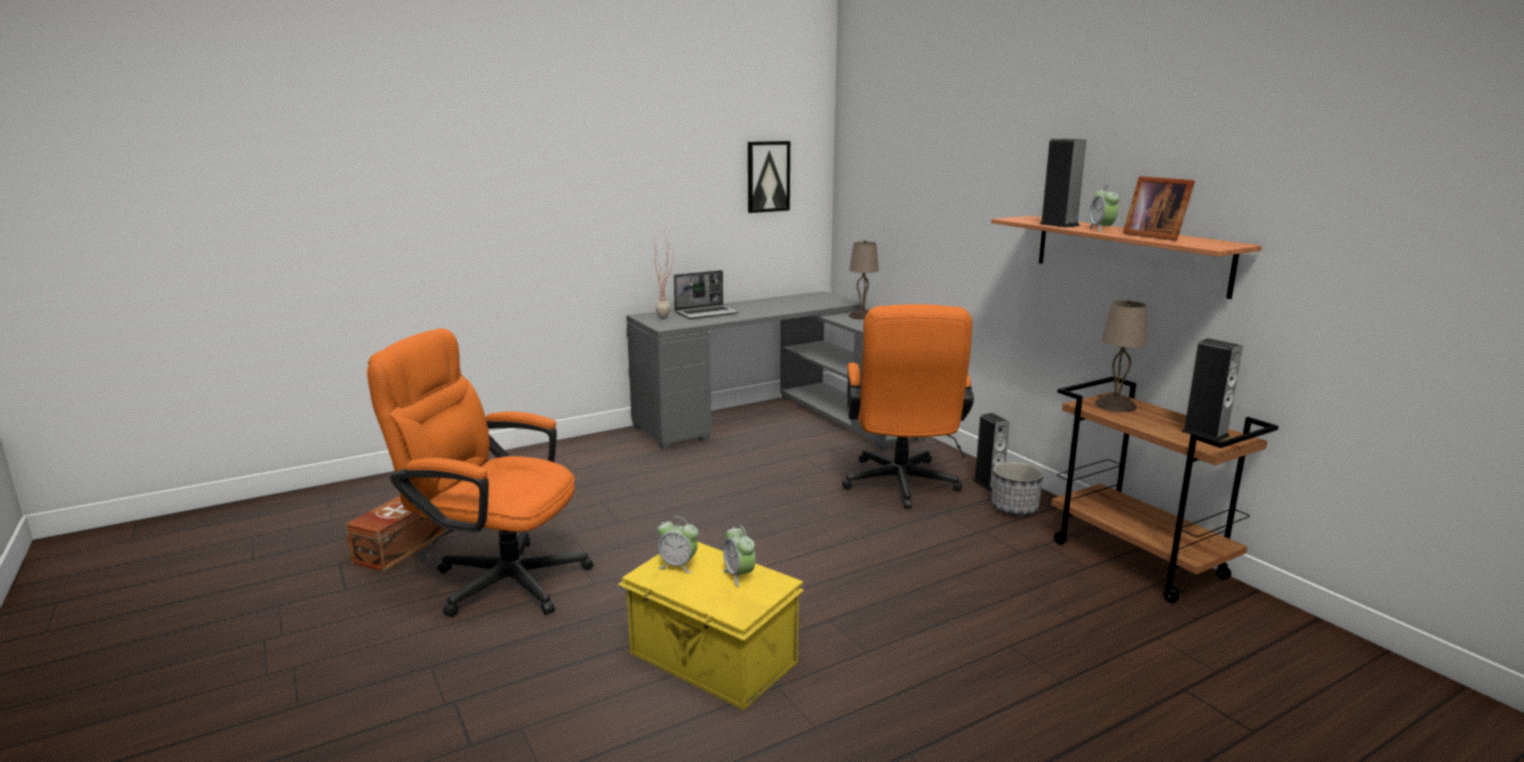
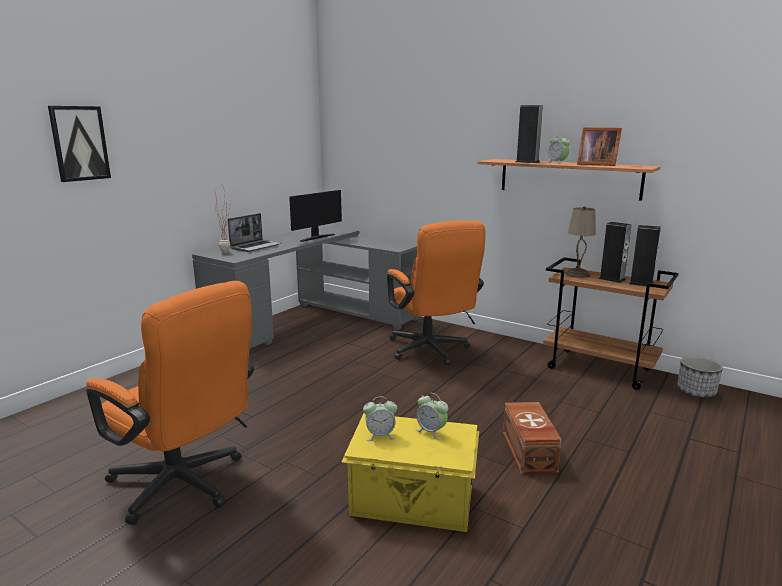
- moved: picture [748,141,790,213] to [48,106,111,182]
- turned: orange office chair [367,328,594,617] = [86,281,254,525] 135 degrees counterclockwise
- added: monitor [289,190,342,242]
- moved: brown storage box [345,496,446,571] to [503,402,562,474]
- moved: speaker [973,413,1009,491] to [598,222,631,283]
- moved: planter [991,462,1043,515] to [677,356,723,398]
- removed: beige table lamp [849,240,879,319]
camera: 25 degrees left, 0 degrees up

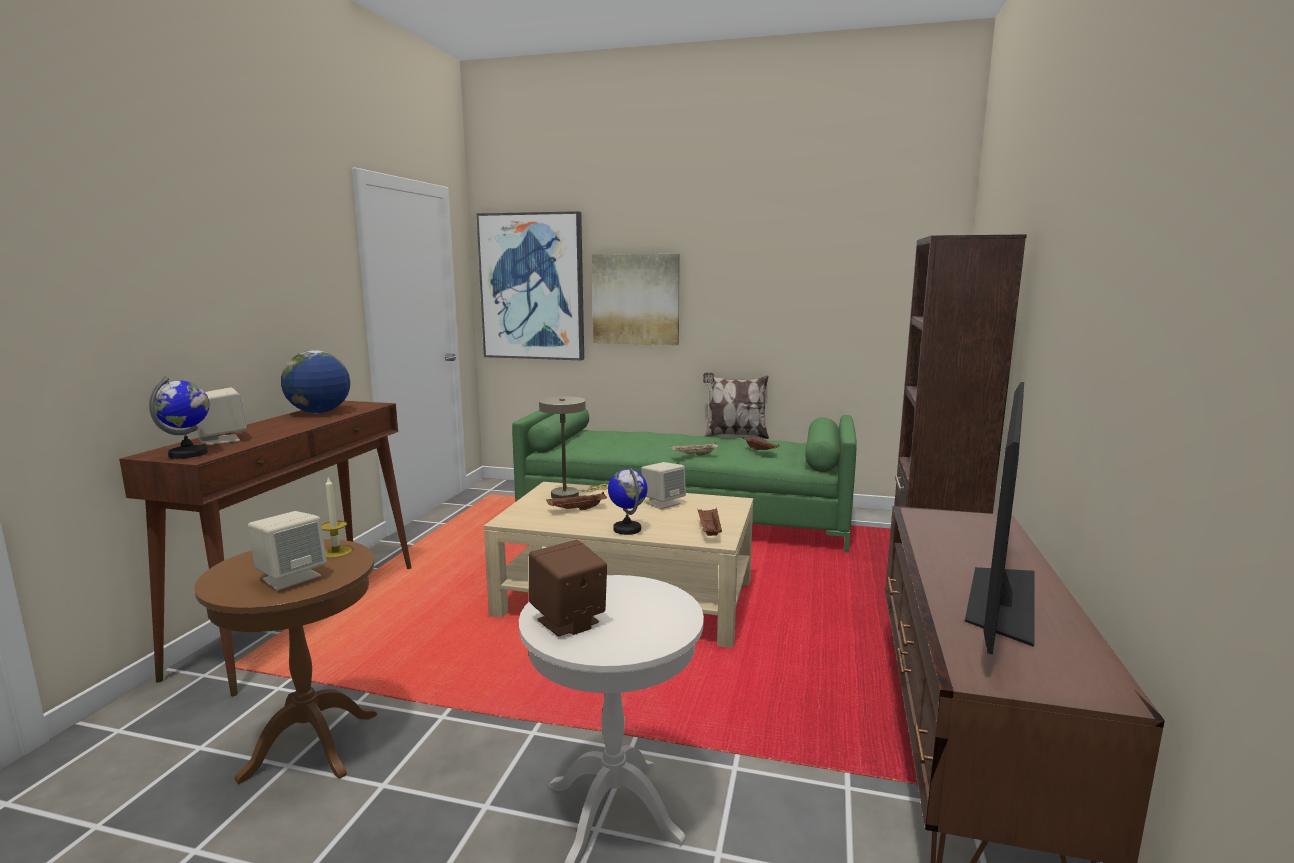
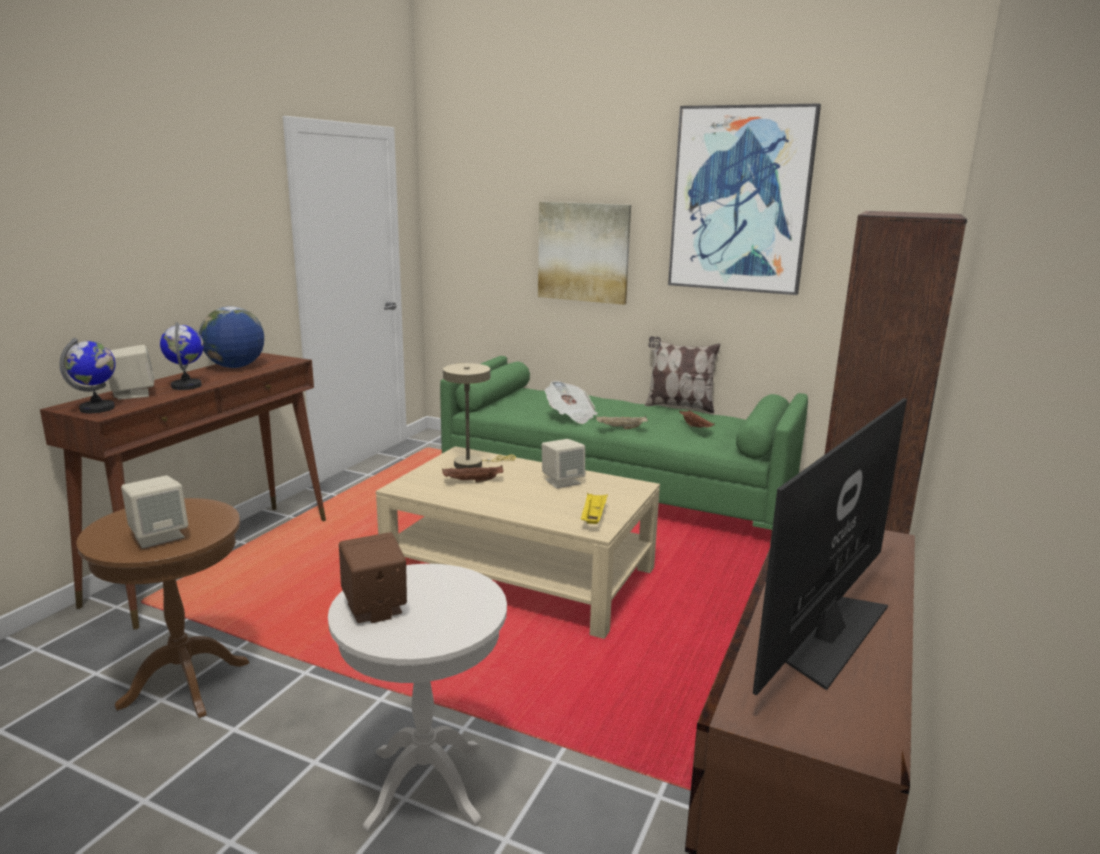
- moved: globe [608,467,648,535] to [160,322,204,390]
- added: newspaper [545,381,598,424]
- recoloured: brown tray [698,508,722,536] to yellow tray [581,492,608,524]
- moved: picture [476,211,584,360] to [668,103,821,295]
- removed: candle [321,478,352,558]
camera: 10 degrees right, 5 degrees up

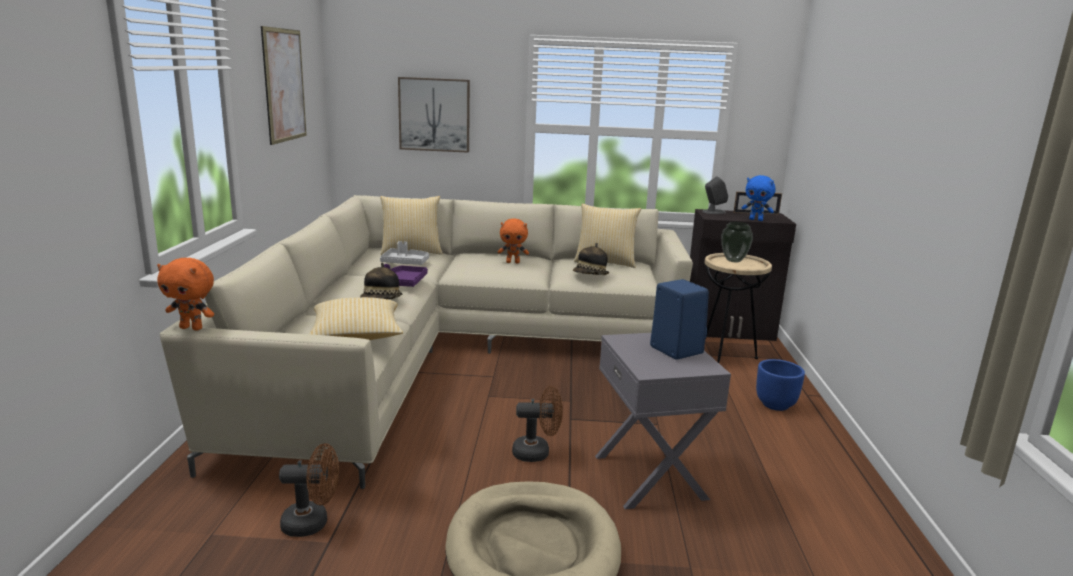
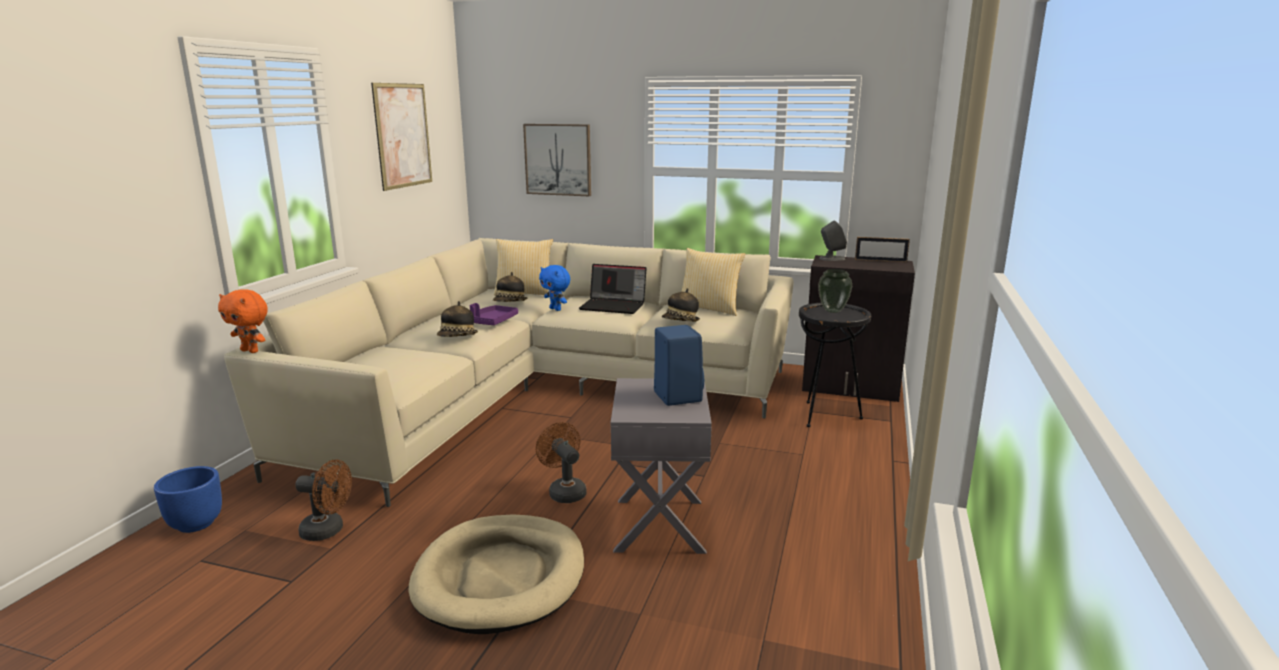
- moved: blue planter [756,359,805,411] to [154,466,222,533]
- replaced: grey tray [380,241,429,265] to hat [493,272,527,302]
- turned: brown fan [512,386,563,462] = [536,422,587,503] 135 degrees counterclockwise
- moved: blue plush toy [742,175,776,221] to [539,265,570,311]
- replaced: orange plush toy [498,218,529,263] to laptop [579,264,647,314]
- recoloured: beige side table [704,253,772,363] to black side table [799,303,871,427]
- removed: pillow [309,297,403,340]
camera: 15 degrees right, 0 degrees up

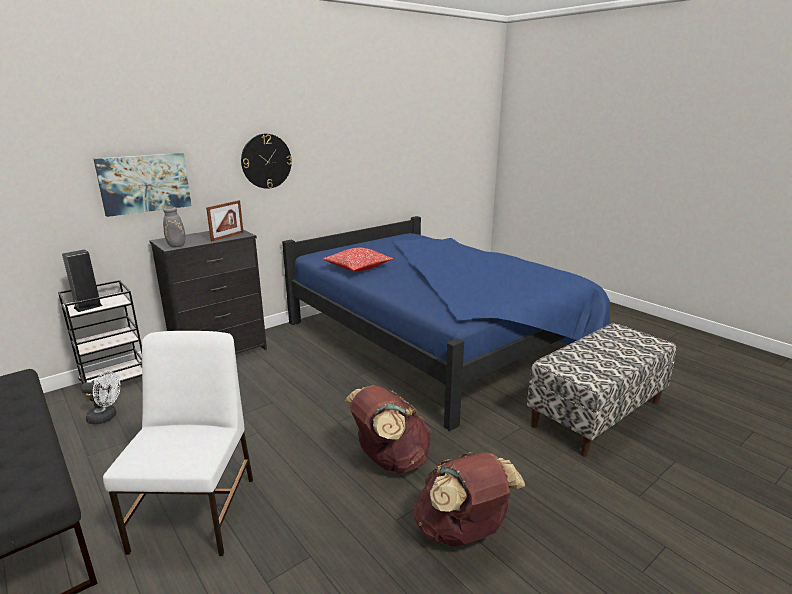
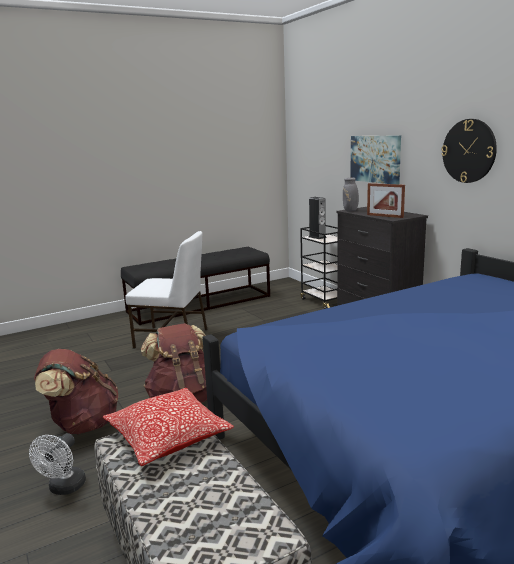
- moved: white fan [81,371,121,424] to [29,433,86,495]
- moved: pillow [323,248,393,271] to [103,388,234,466]
camera: 100 degrees right, 5 degrees down

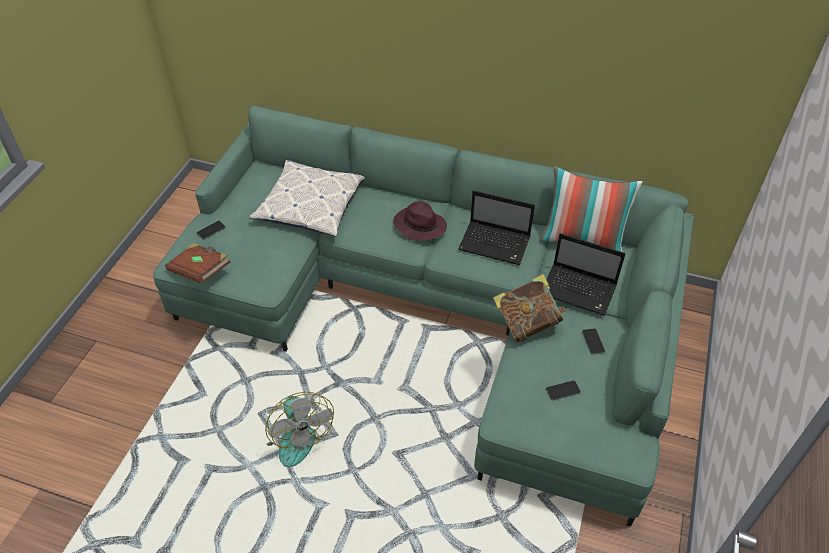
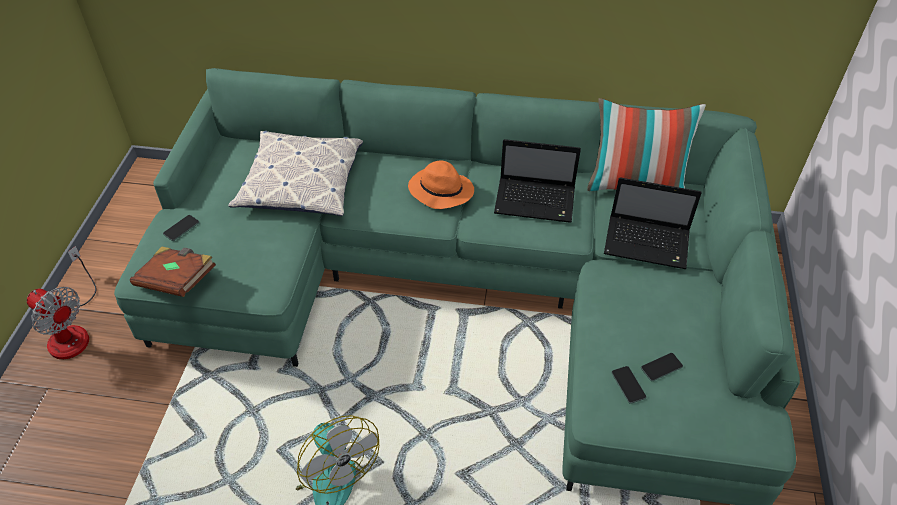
- added: fan [27,246,96,359]
- recoloured: purple hat [394,201,447,241] to orange hat [408,160,474,209]
- moved: phone [582,328,605,355] to [611,366,646,404]
- removed: book [493,274,567,342]
camera: 10 degrees left, 0 degrees up

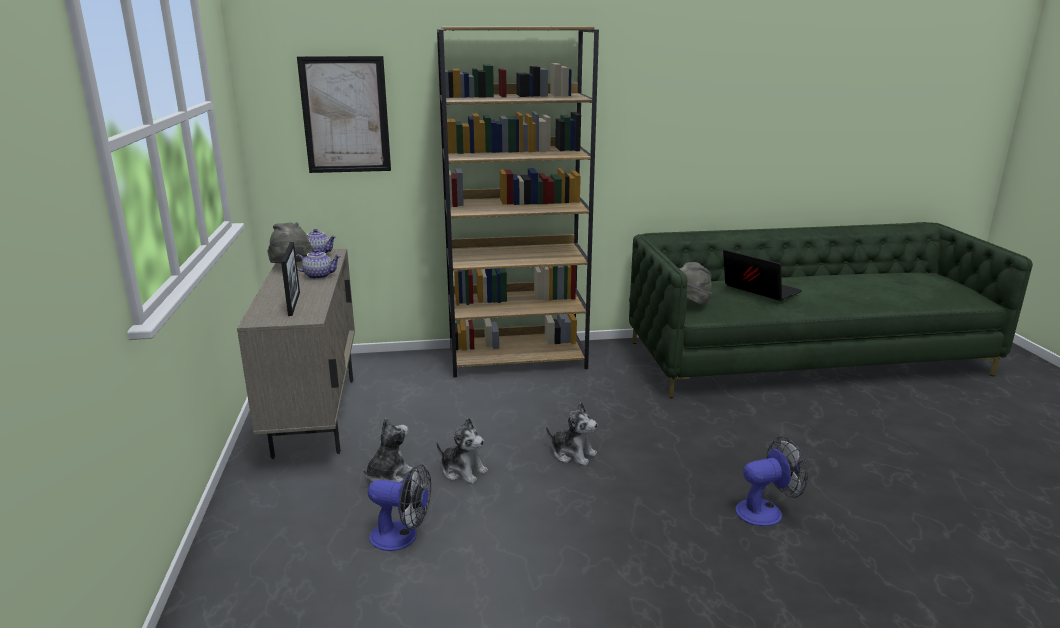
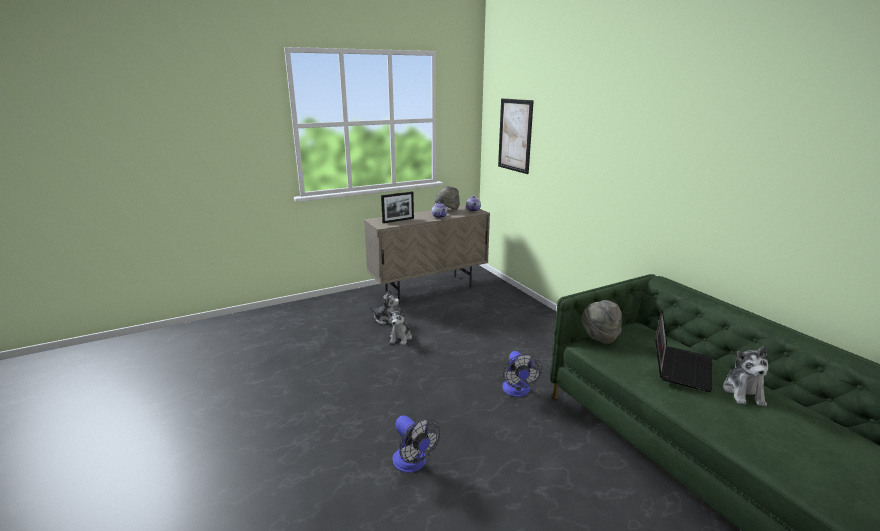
- moved: fan [368,464,431,551] to [502,351,542,397]
- moved: plush toy [546,402,598,466] to [723,346,768,407]
- removed: brown bookcase [437,26,599,377]
camera: 70 degrees right, 0 degrees up

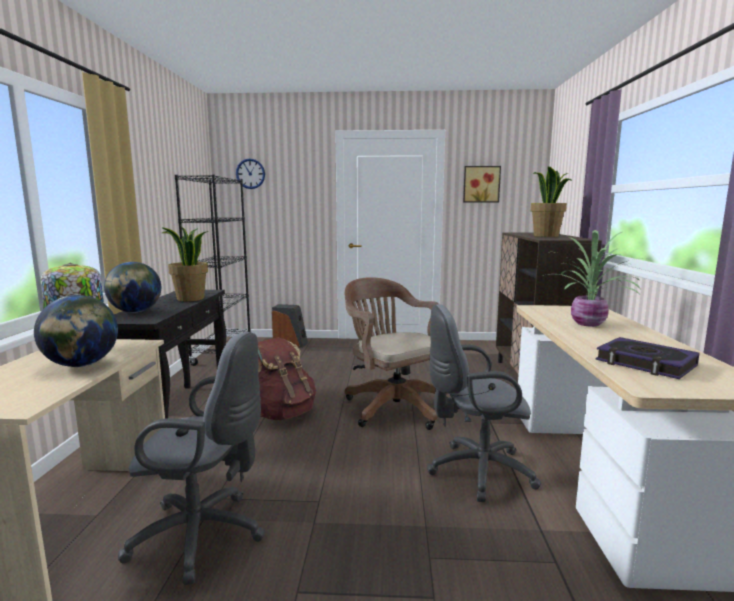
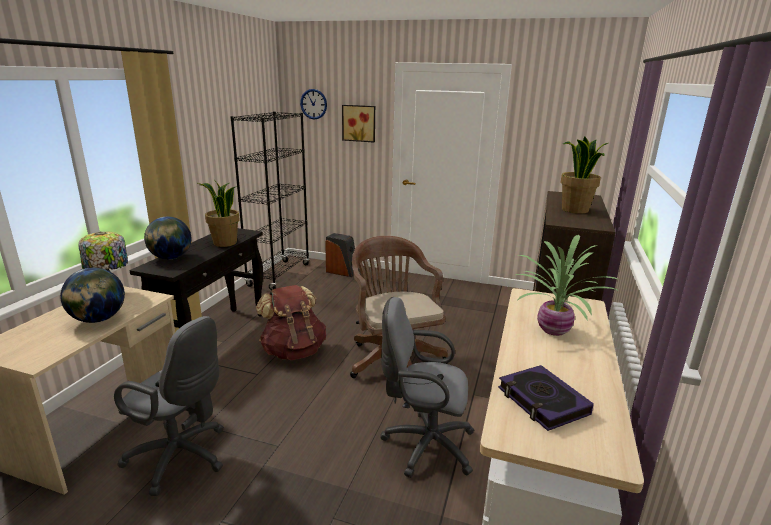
- moved: picture [463,166,501,203] to [342,105,375,142]
camera: 15 degrees right, 10 degrees up

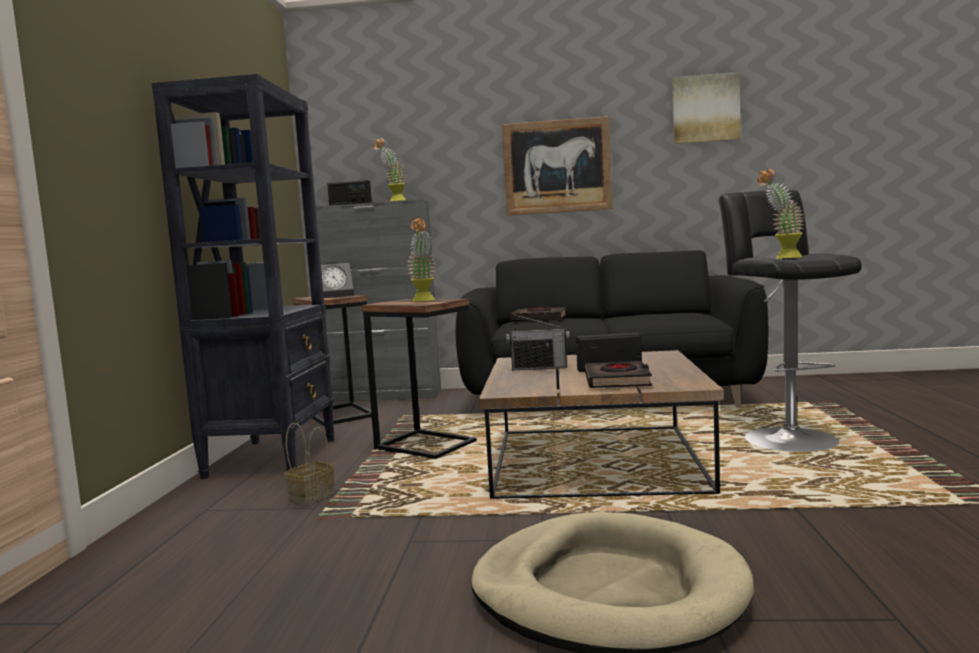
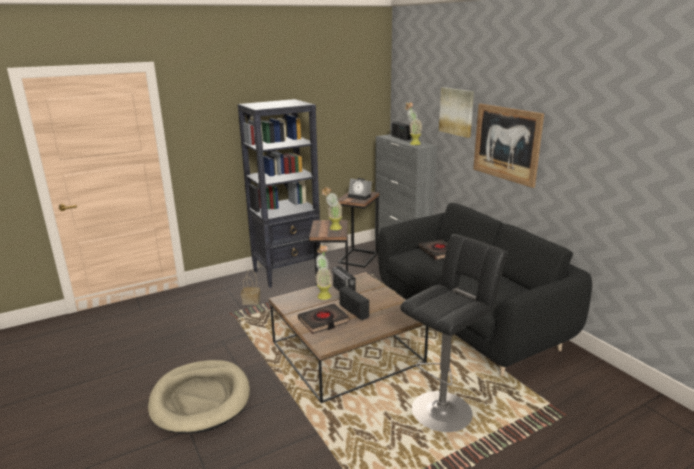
- moved: potted plant [757,169,805,259] to [315,245,333,300]
- moved: picture [672,72,741,144] to [439,87,474,138]
camera: 55 degrees right, 15 degrees up

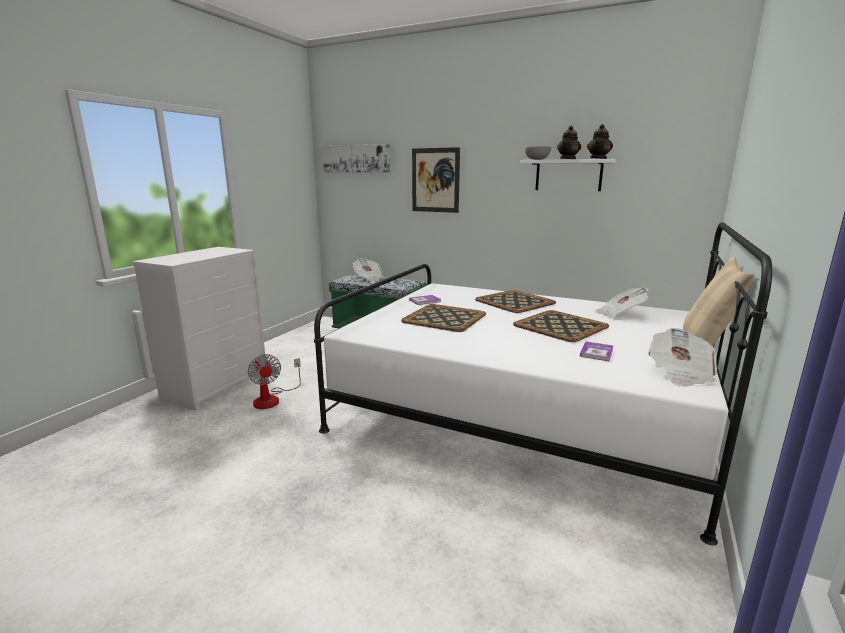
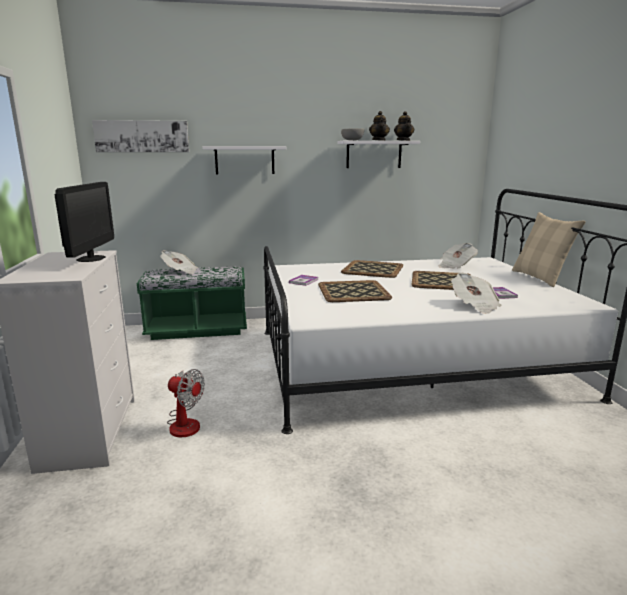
- added: monitor [54,182,114,262]
- replaced: picture [412,147,460,213] to white shelf [202,146,287,175]
- moved: newspaper [648,328,717,387] to [451,273,502,314]
camera: 35 degrees left, 0 degrees up

